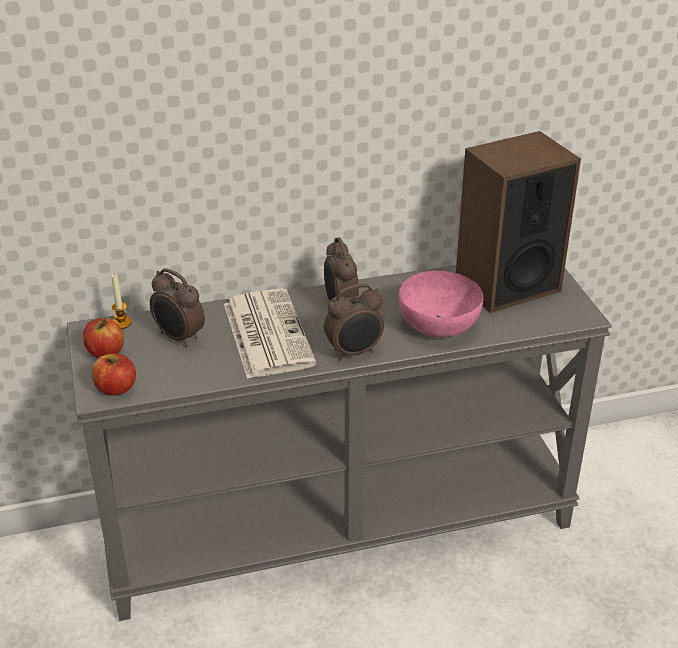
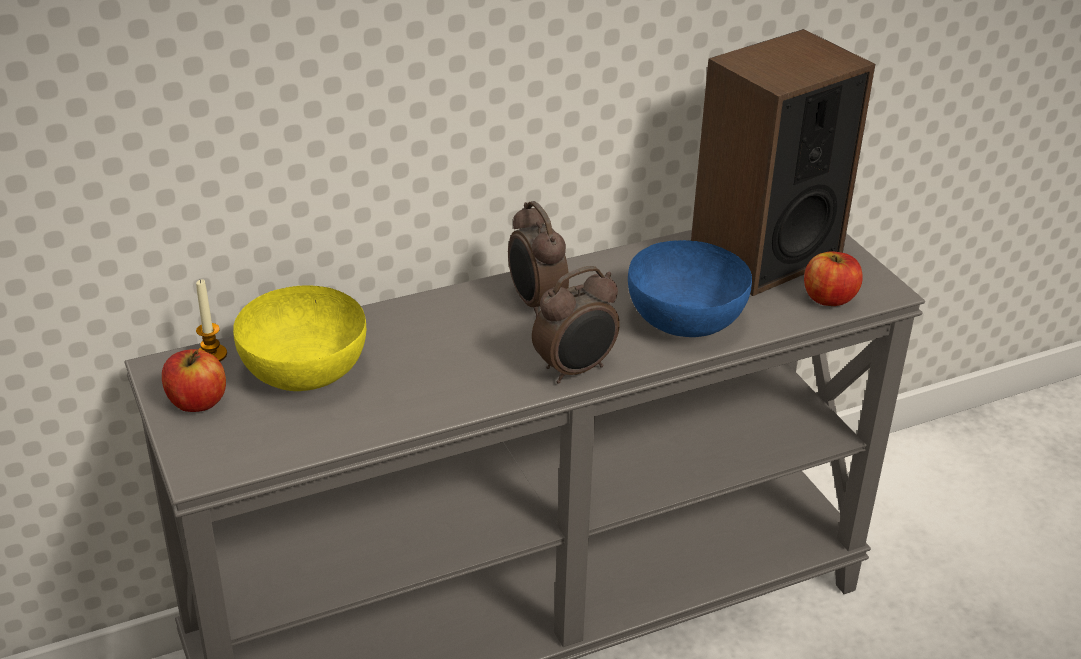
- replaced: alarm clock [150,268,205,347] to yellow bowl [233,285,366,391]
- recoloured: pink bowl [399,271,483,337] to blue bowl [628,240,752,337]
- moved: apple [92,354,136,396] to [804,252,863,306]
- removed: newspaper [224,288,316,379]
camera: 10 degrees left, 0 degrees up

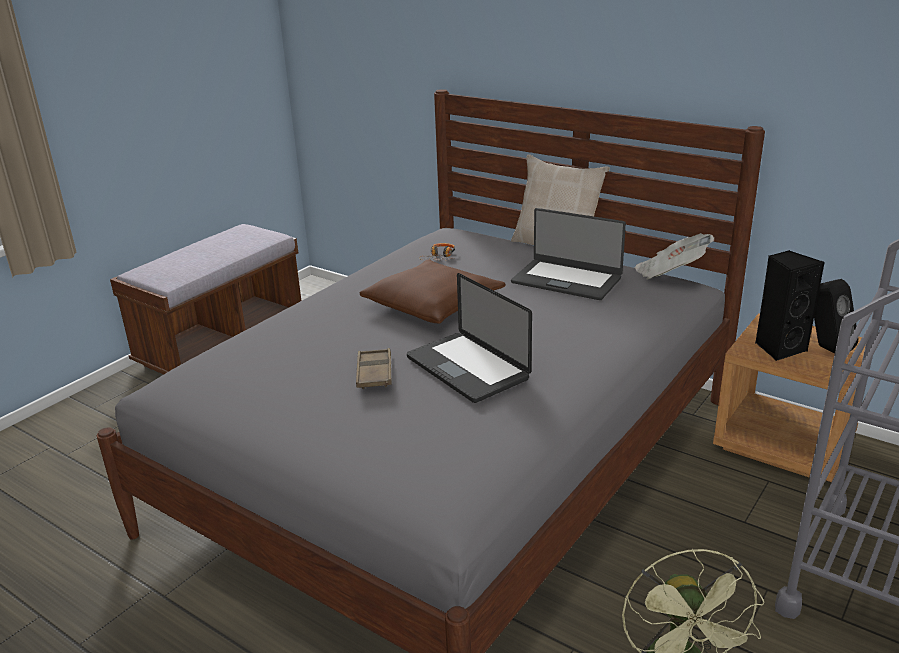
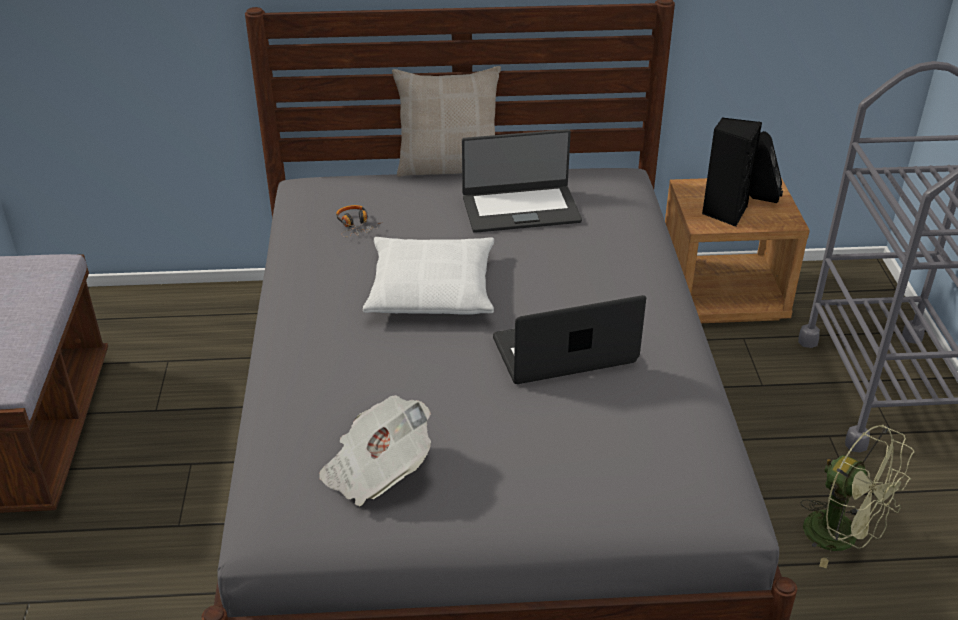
- moved: newspaper [635,233,714,280] to [319,395,431,506]
- recoloured: brown pillow [360,259,505,324] to white pillow [363,237,494,315]
- turned: laptop [407,273,532,403] = [493,295,646,384] 150 degrees clockwise
- removed: brown tray [356,348,391,389]
camera: 40 degrees left, 10 degrees up

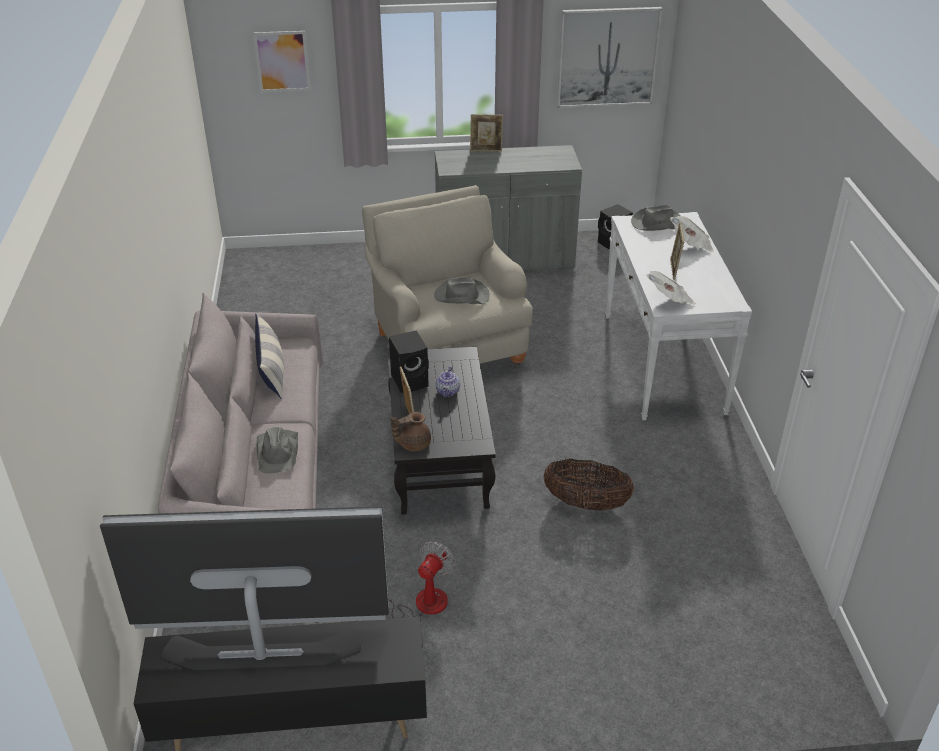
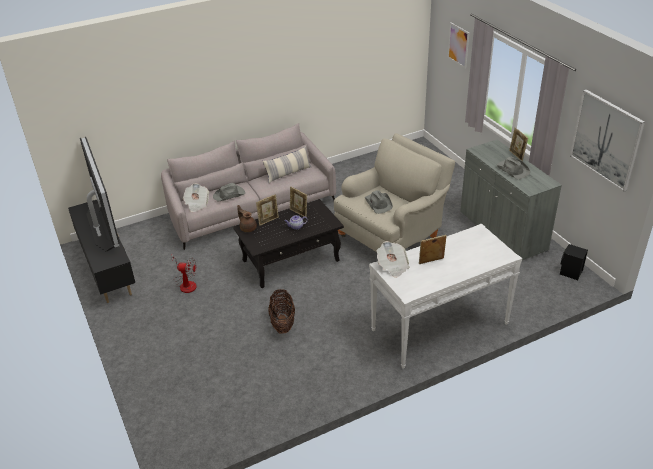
- moved: newspaper [670,216,714,252] to [183,183,209,212]
- replaced: black speaker [389,330,429,393] to picture frame [290,186,307,217]
- moved: grey hat [631,205,681,231] to [497,157,530,179]
camera: 70 degrees right, 0 degrees up

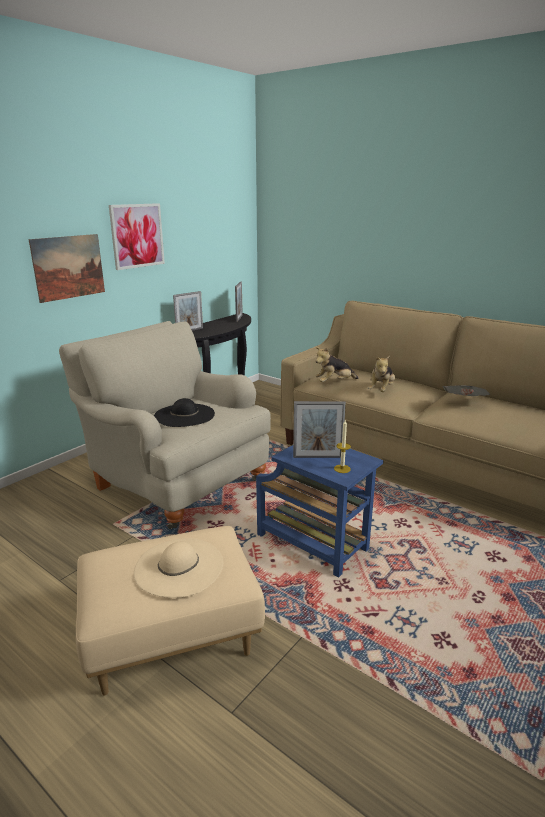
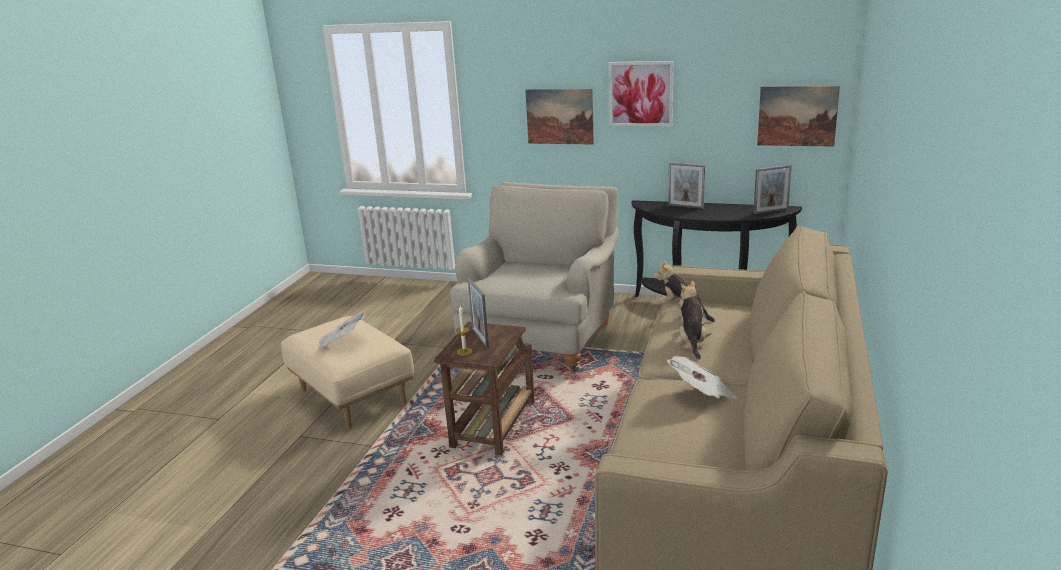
- replaced: beige hat [134,538,223,598] to newspaper [319,311,365,349]
- recoloured: blue side table [256,445,383,577] to brown side table [434,322,535,455]
- turned: plush toy [368,356,395,392] = [679,281,712,359] 90 degrees clockwise
- added: picture [757,86,840,147]
- removed: black hat [154,398,215,427]
camera: 70 degrees right, 0 degrees up

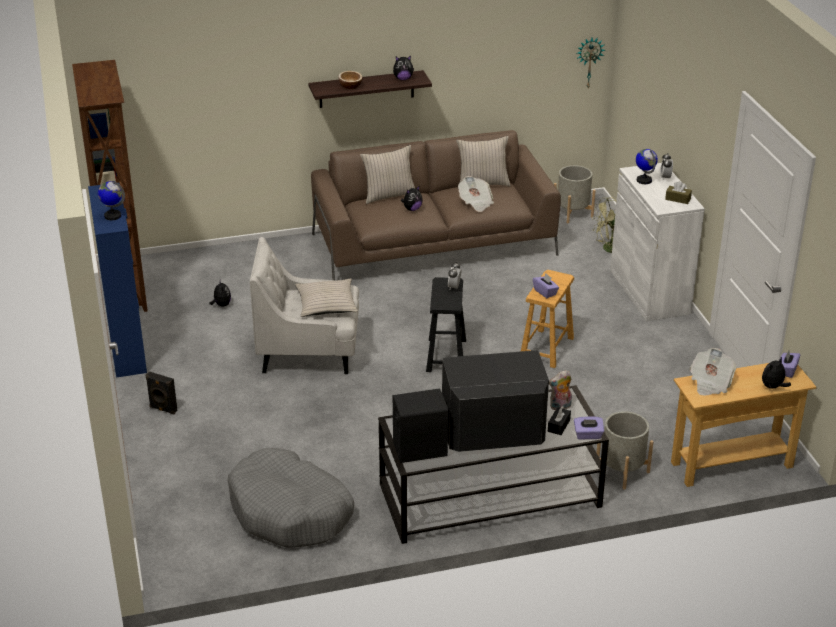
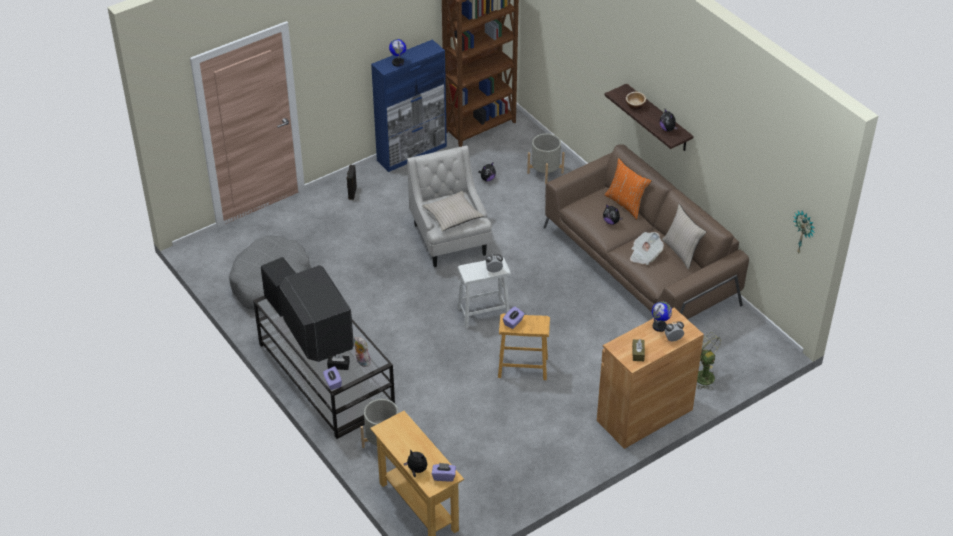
- recoloured: black stool [426,277,466,372] to white stool [457,257,511,328]
- moved: grey planter [554,165,596,223] to [527,134,565,185]
- recoloured: white cabinet [610,163,705,321] to brown cabinet [597,308,704,449]
- recoloured: beige pillow [360,145,415,204] to orange pillow [605,158,651,219]
- removed: newspaper [690,348,736,396]
camera: 70 degrees right, 10 degrees up

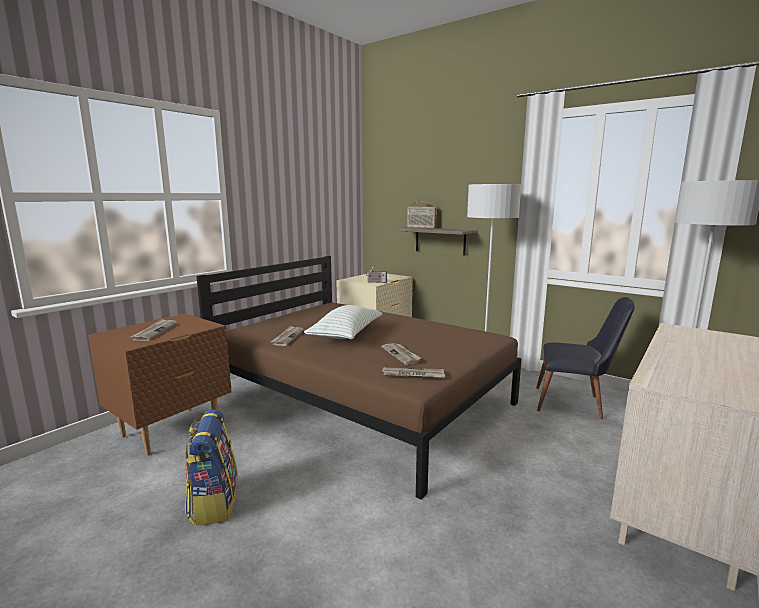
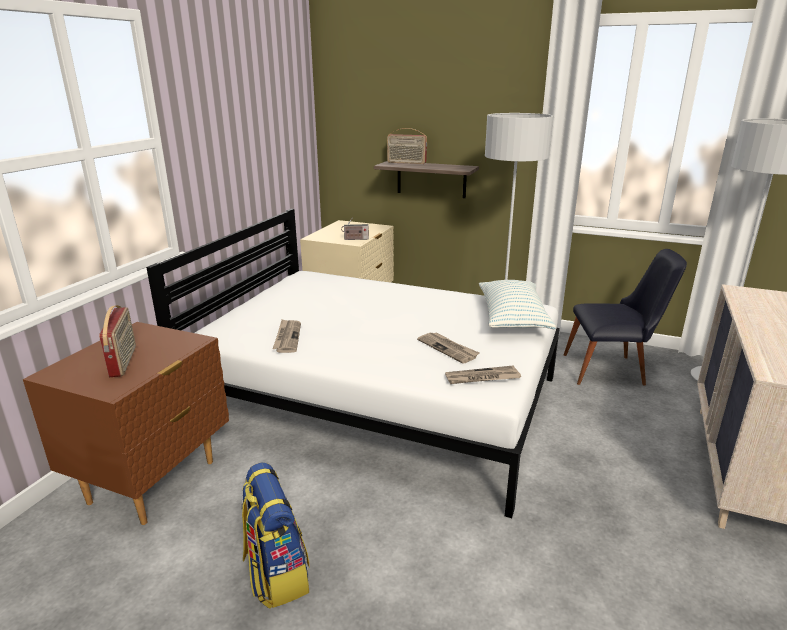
- replaced: newspaper [130,319,177,341] to radio [99,305,136,377]
- recoloured: brown bed [196,256,522,499] to white bed [146,209,560,518]
- moved: pillow [304,305,382,339] to [479,280,556,329]
camera: 15 degrees left, 10 degrees up

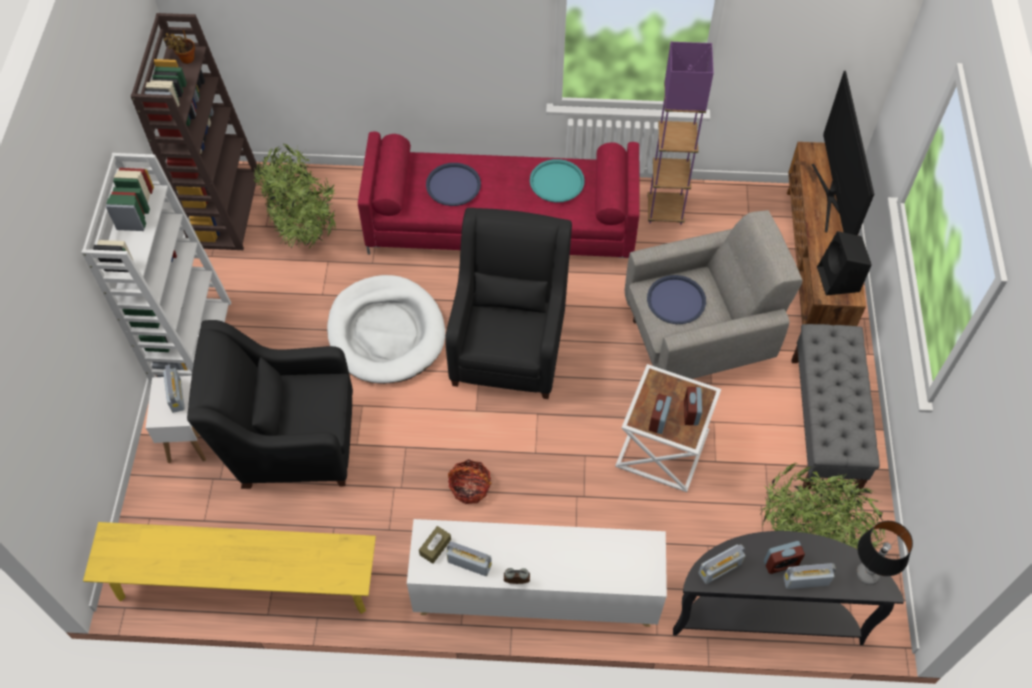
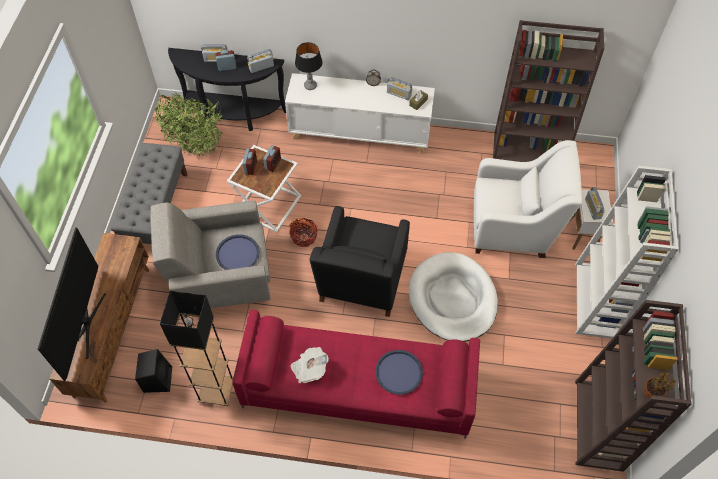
- moved: black speaker [817,231,872,295] to [135,349,172,393]
- recoloured: purple floor lamp [648,42,714,225] to black floor lamp [160,291,234,406]
- moved: basket [448,459,492,504] to [289,218,318,247]
- replaced: turquoise tray [530,159,585,202] to newspaper [290,347,329,383]
- moved: table lamp [856,521,913,585] to [295,42,322,90]
- recoloured: black armchair [187,320,353,489] to white armchair [474,140,582,258]
- replaced: yellow bench [83,522,376,614] to brown bookcase [493,20,604,162]
- removed: potted plant [252,143,336,249]
camera: 175 degrees left, 0 degrees up

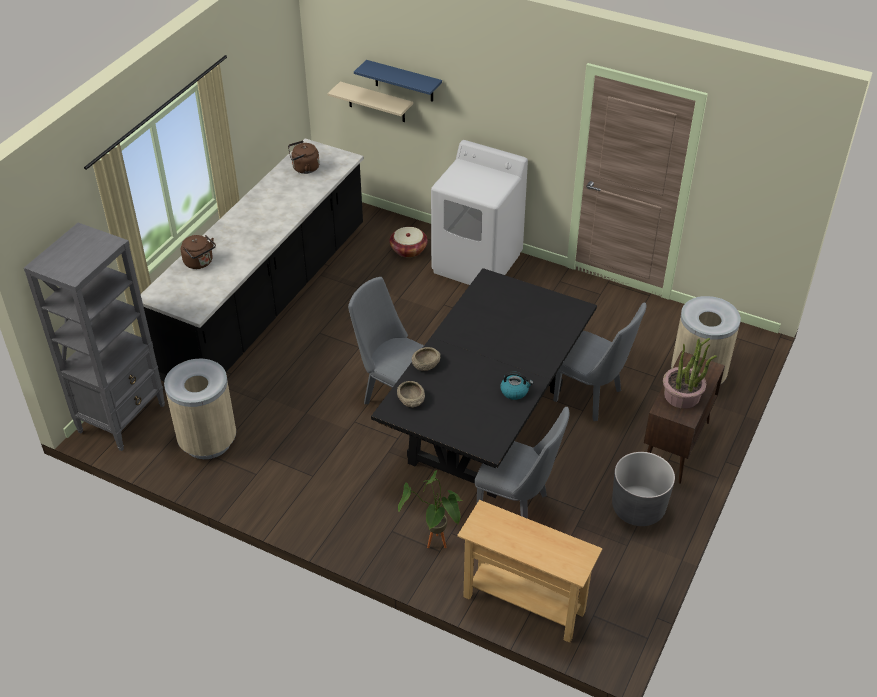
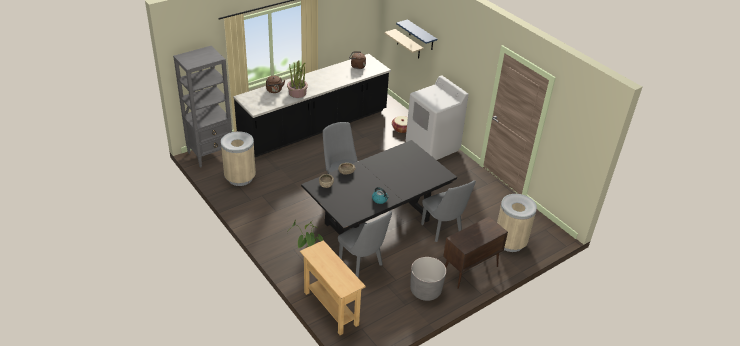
- moved: potted plant [663,338,717,409] to [287,60,308,98]
camera: 25 degrees right, 5 degrees down

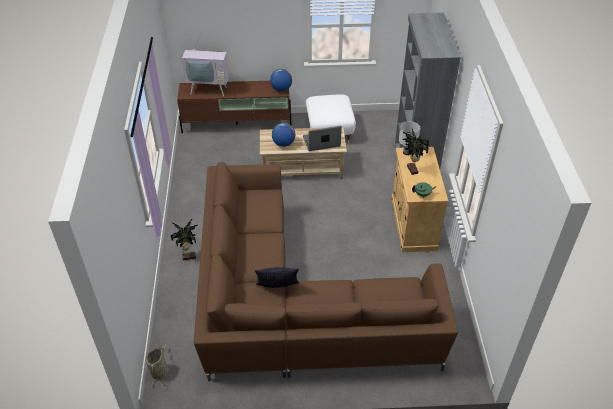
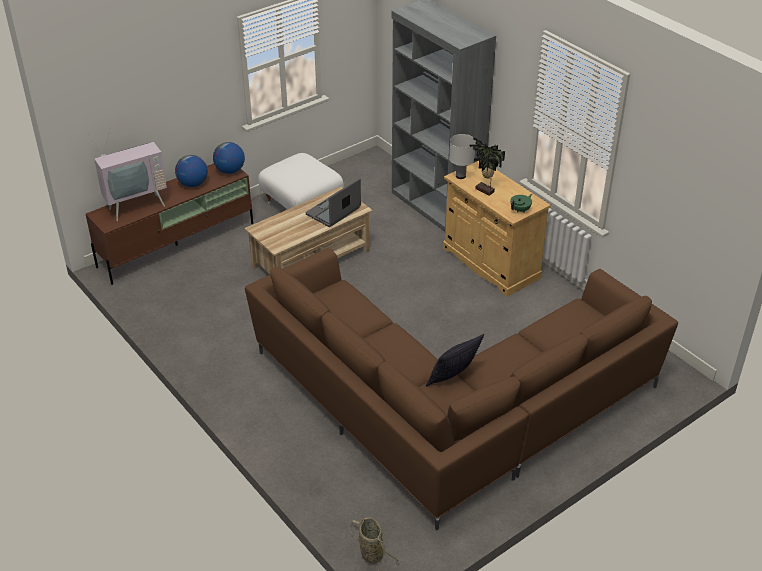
- moved: globe [272,123,295,147] to [175,155,208,187]
- removed: potted plant [171,219,198,261]
camera: 35 degrees left, 5 degrees down

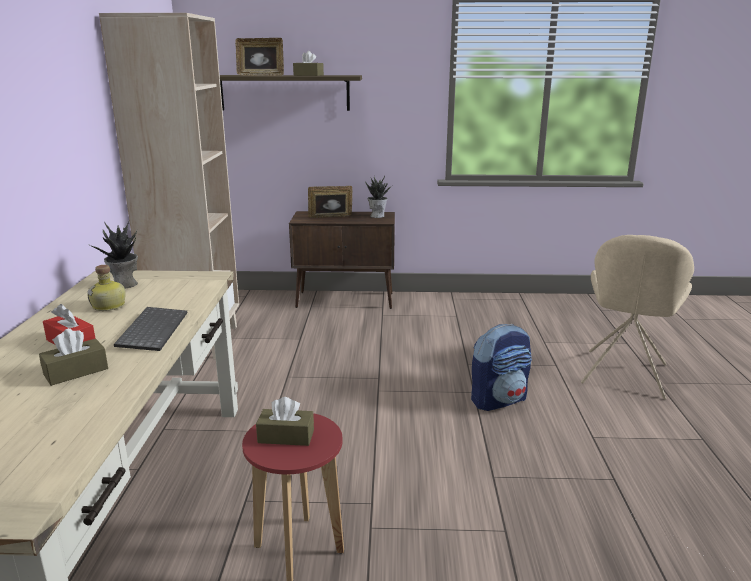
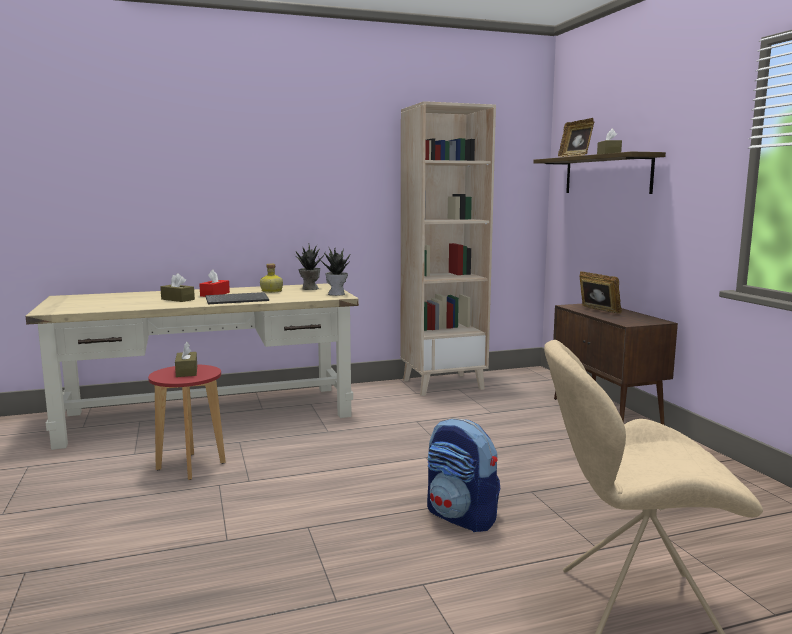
- moved: potted plant [365,176,393,218] to [318,246,350,296]
camera: 70 degrees right, 10 degrees down

